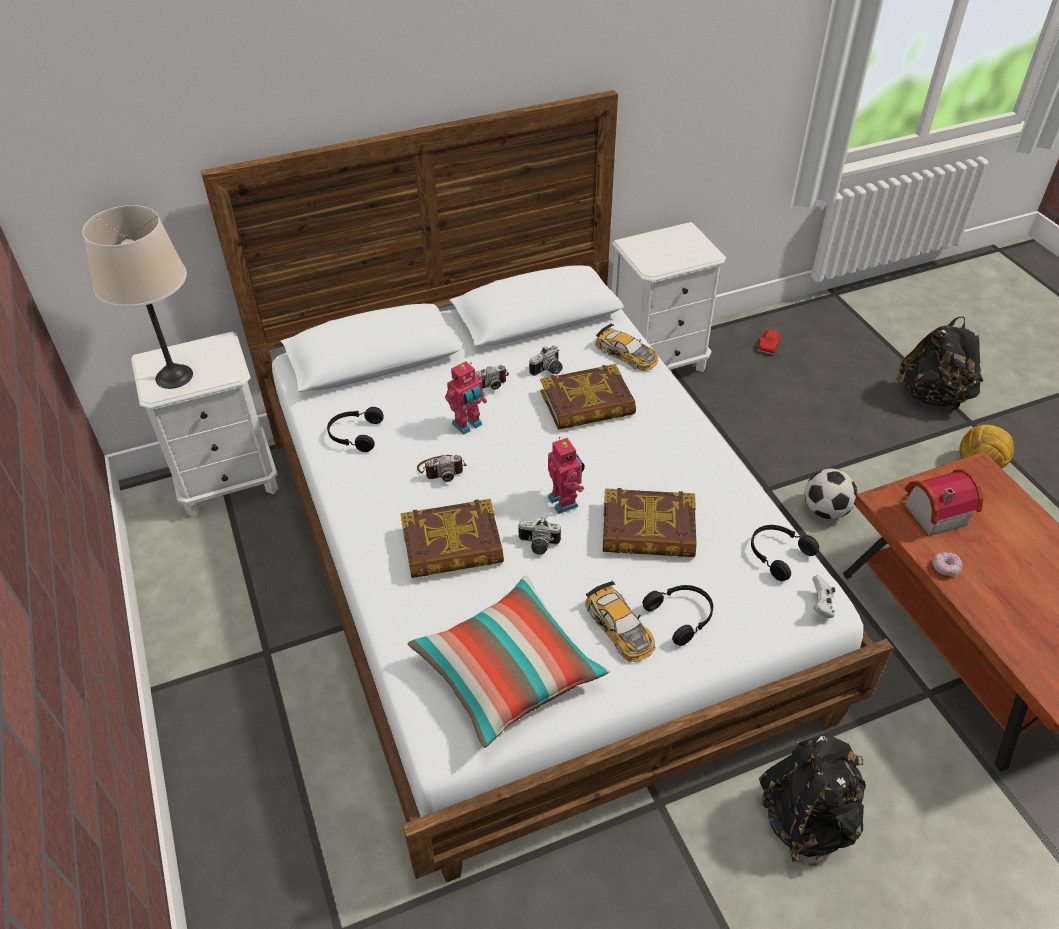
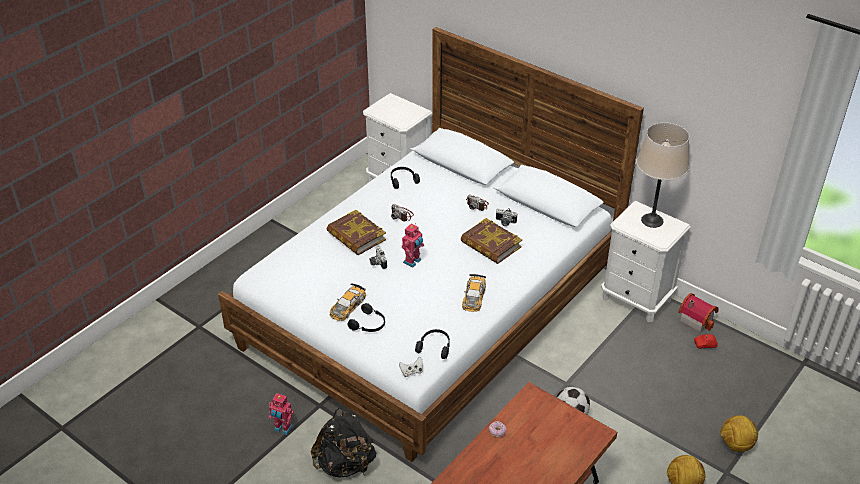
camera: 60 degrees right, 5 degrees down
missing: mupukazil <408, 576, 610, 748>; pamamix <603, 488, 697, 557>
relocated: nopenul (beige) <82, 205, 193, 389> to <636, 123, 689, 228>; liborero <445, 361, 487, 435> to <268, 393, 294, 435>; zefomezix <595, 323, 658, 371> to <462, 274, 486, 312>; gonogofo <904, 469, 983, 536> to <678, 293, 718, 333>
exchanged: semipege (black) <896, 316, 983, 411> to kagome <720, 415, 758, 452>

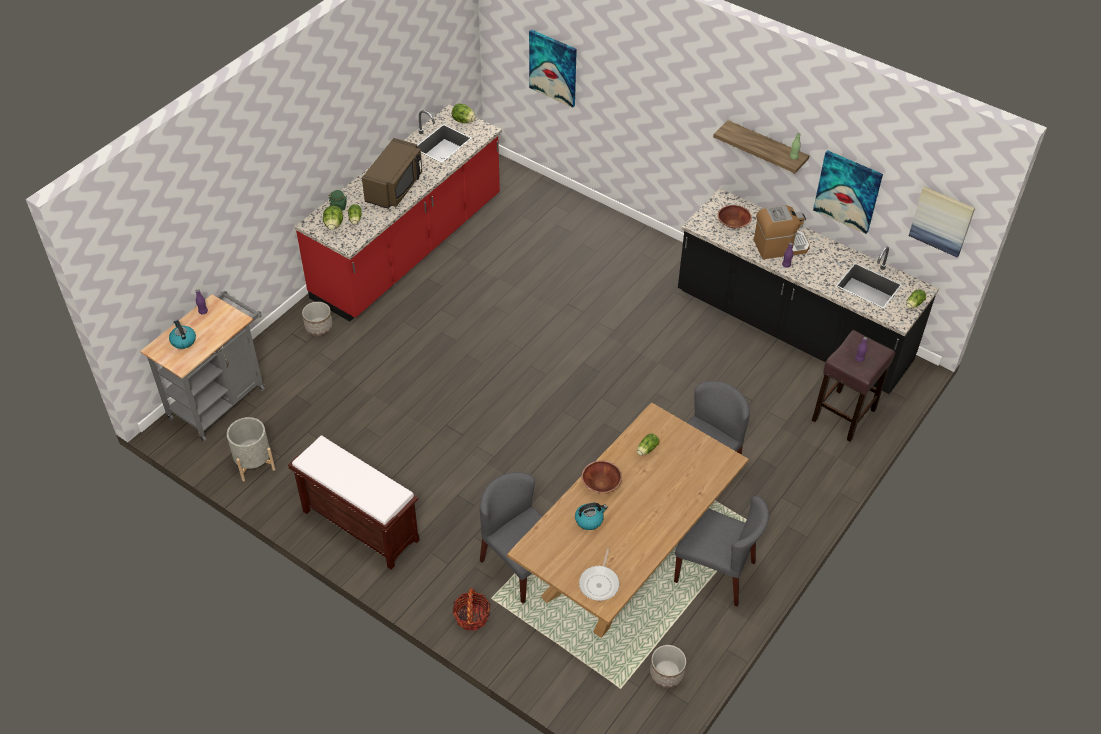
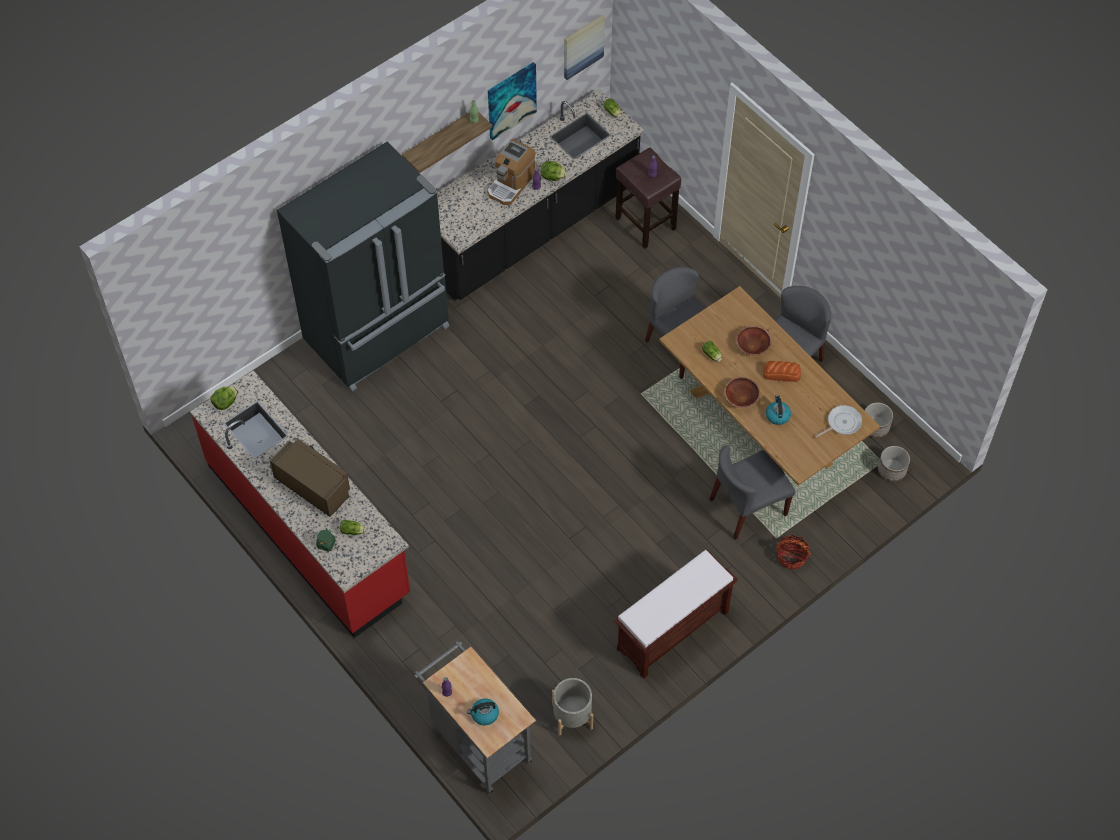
camera: 75 degrees left, 10 degrees up
missing: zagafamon <529, 29, 577, 108>
appeared: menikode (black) <277, 141, 449, 392>; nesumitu <763, 361, 801, 382>
relocated: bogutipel <302, 302, 333, 336> to <878, 446, 910, 482>; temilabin <323, 206, 343, 230> to <541, 161, 567, 181>; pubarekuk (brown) <717, 205, 752, 229> to <736, 326, 772, 355>
spun: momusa <579, 548, 620, 601> = <815, 405, 862, 437> 60 degrees counterclockwise; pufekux <754, 205, 810, 259> = <487, 139, 535, 205> 150 degrees counterclockwise

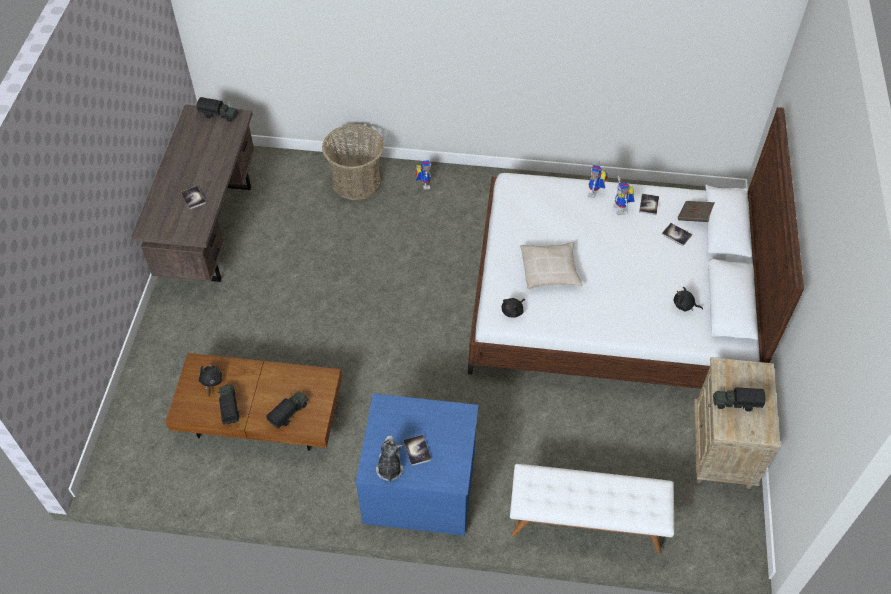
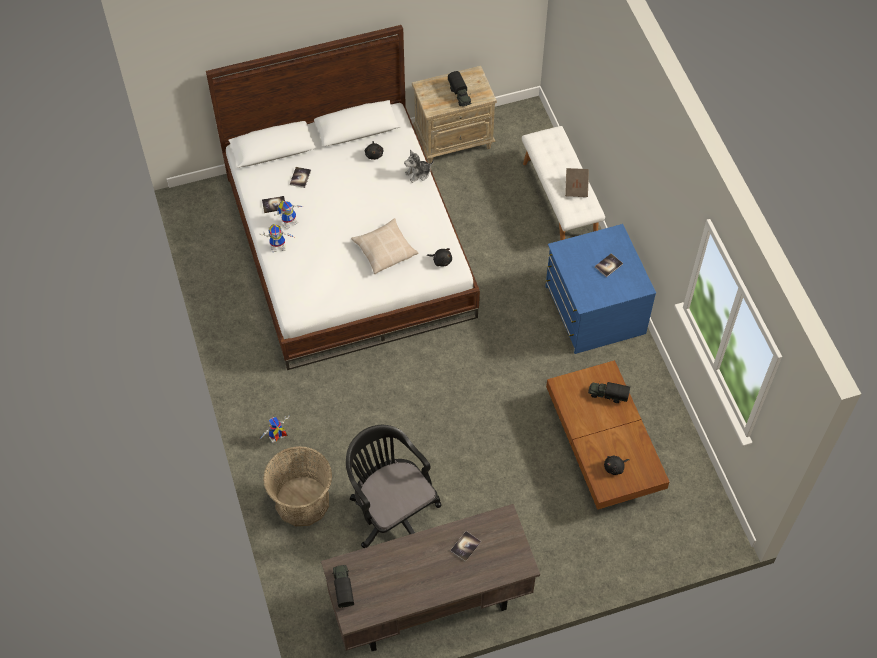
camera: 115 degrees left, 5 degrees up
missing: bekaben <218, 385, 239, 424>
appeared: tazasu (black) <346, 425, 441, 548>
relocated: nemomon <376, 435, 404, 483> to <404, 150, 434, 183>; pamamix (brown) <678, 201, 715, 222> to <565, 168, 589, 197>

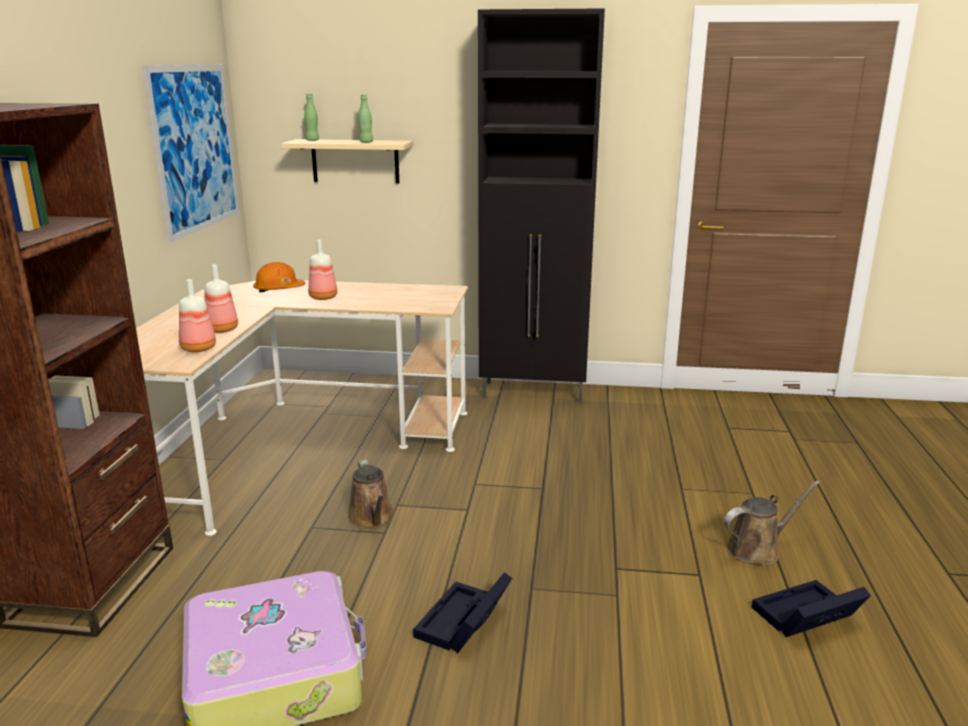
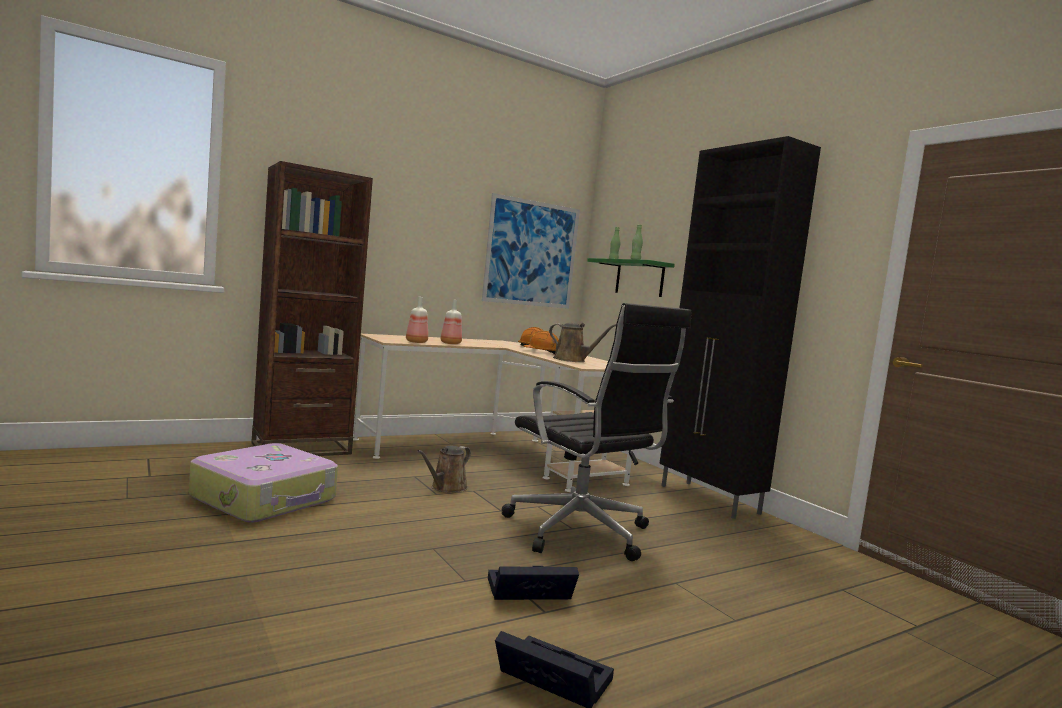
camera: 50 degrees right, 15 degrees down
appeared: tazasu (black) <502, 303, 692, 561>
relocated: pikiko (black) <413, 572, 512, 653> to <488, 566, 579, 600>; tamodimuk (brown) <724, 481, 820, 565> to <549, 323, 616, 362>
exchanged: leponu <308, 239, 338, 300> to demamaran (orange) <523, 331, 559, 354>
colour: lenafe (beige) <281, 139, 413, 183> to lenafe (green) <587, 258, 675, 297>

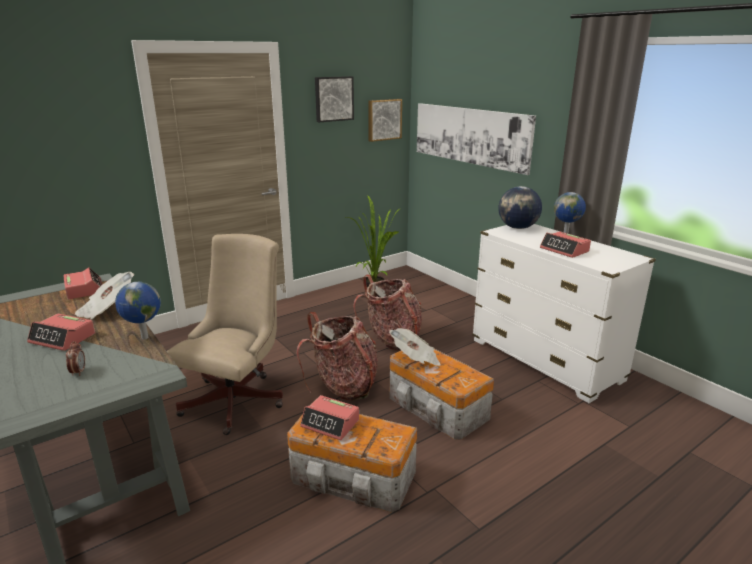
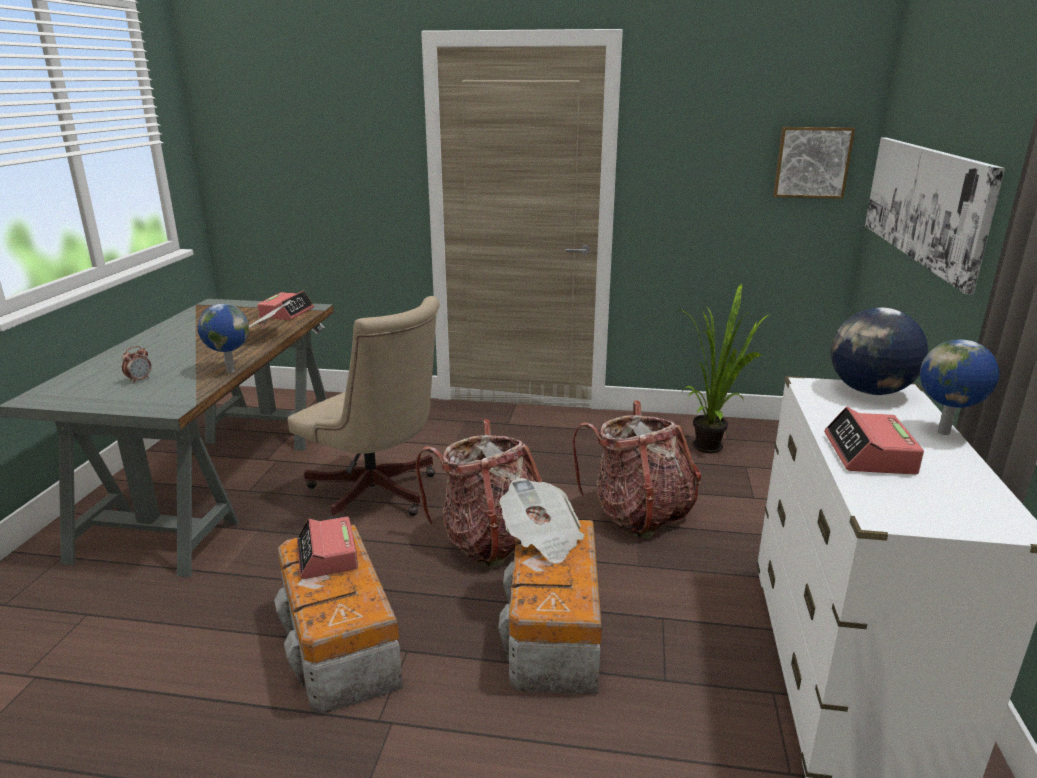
camera: 45 degrees right, 0 degrees up
missing: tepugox <27, 314, 95, 351>; zagafamon <315, 76, 354, 122>
spun: tazasu (beige) <167, 234, 283, 435> = <288, 296, 440, 520> 60 degrees clockwise

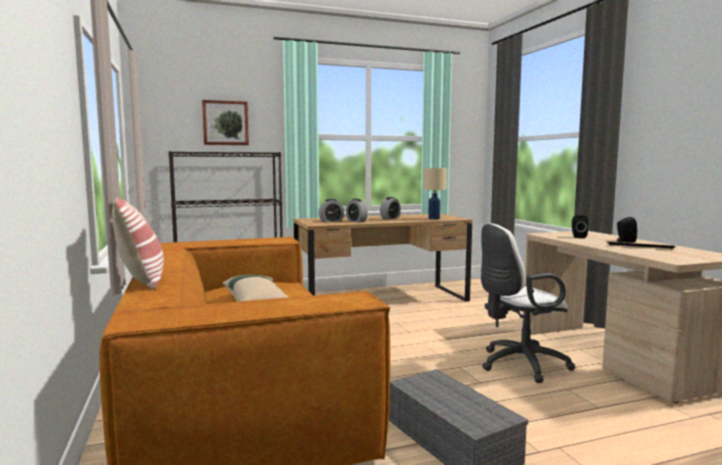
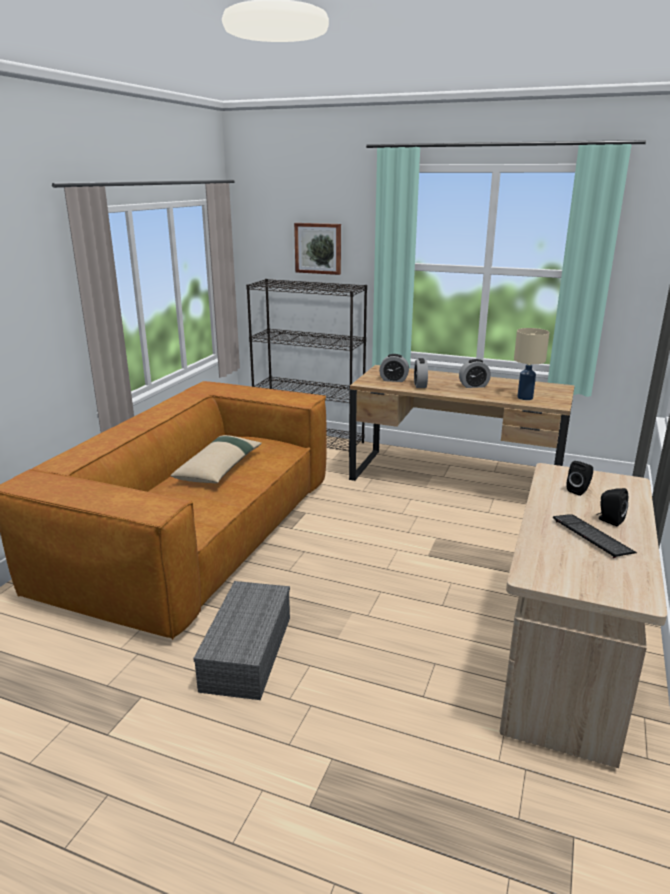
camera: 40 degrees right, 15 degrees up
missing: mupukazil <112, 197, 164, 290>; tazasu (white) <481, 223, 575, 383>

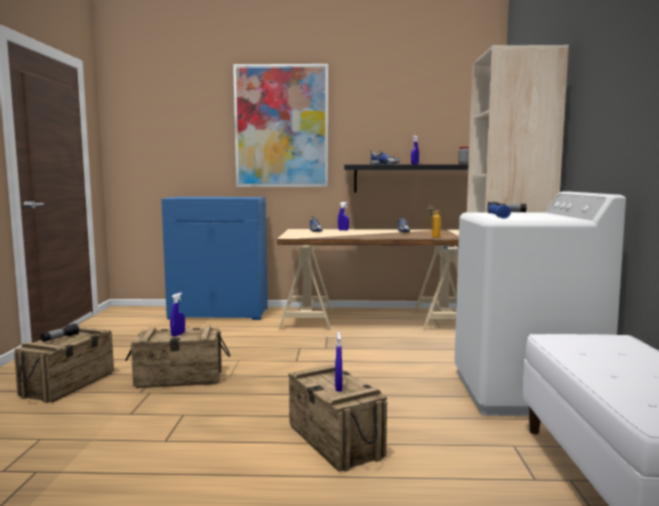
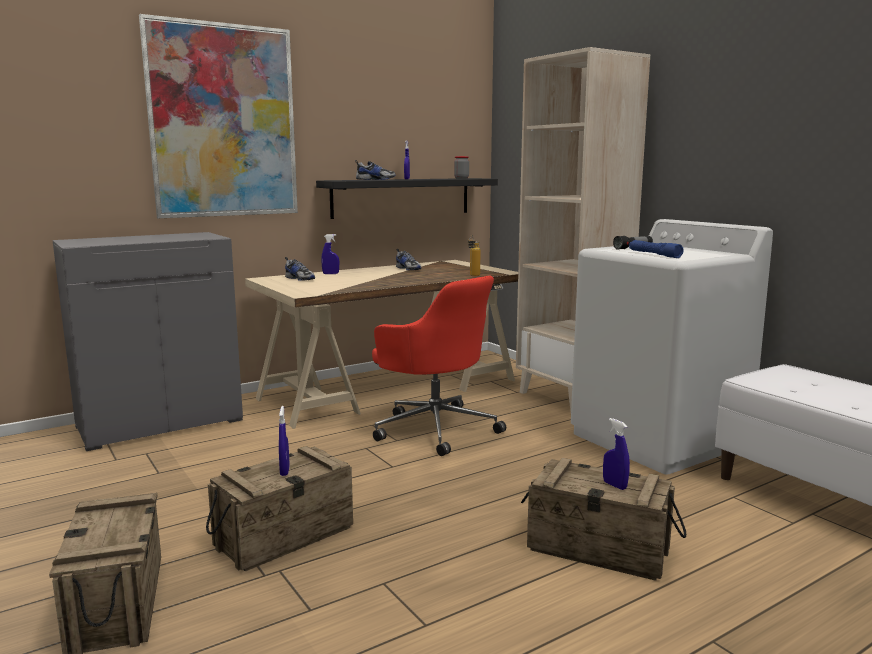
camera: 35 degrees left, 5 degrees up
missing: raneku <40, 323, 79, 342>
appeared: tazasu (red) <372, 275, 506, 456>
colour: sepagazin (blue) <161, 197, 268, 320> to sepagazin (grey) <52, 232, 243, 451>

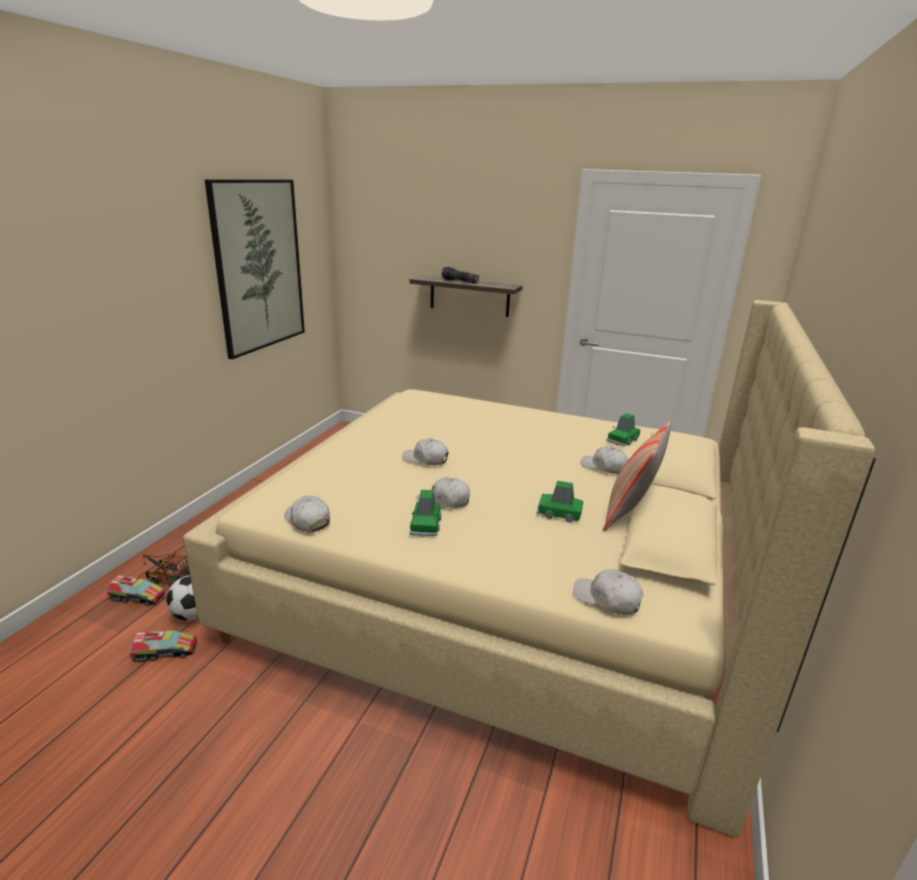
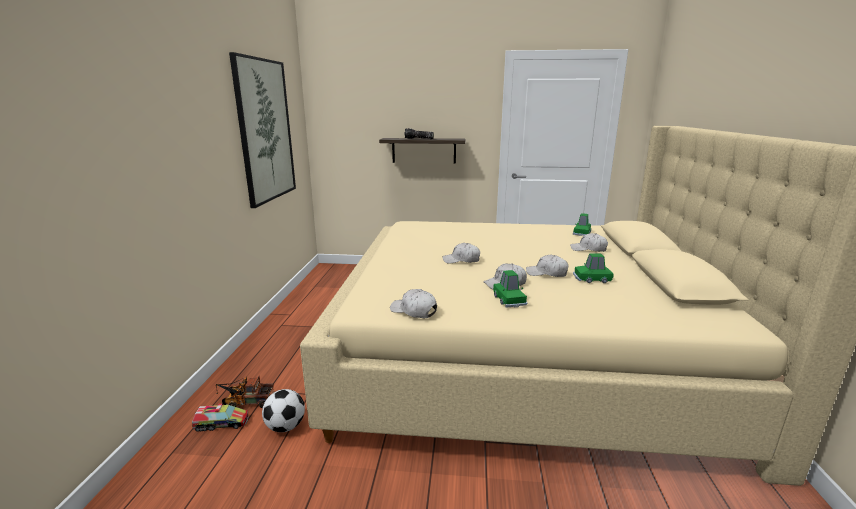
camera: 15 degrees left, 5 degrees down
missing: bekaben <130, 629, 198, 662>; mupukazil <603, 420, 672, 531>
relocated: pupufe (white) <573, 569, 644, 615> to <526, 255, 568, 277>

